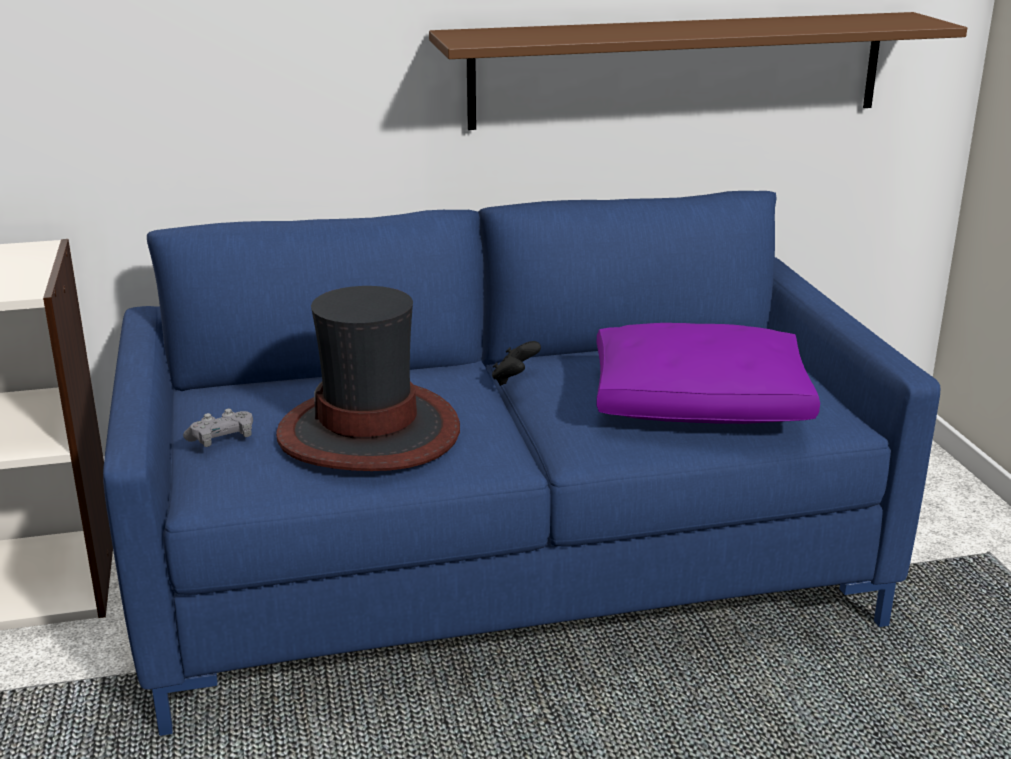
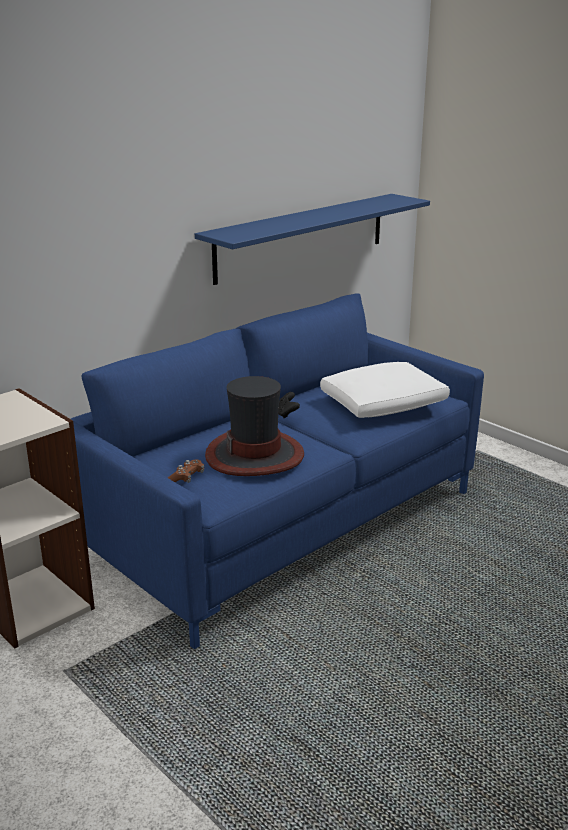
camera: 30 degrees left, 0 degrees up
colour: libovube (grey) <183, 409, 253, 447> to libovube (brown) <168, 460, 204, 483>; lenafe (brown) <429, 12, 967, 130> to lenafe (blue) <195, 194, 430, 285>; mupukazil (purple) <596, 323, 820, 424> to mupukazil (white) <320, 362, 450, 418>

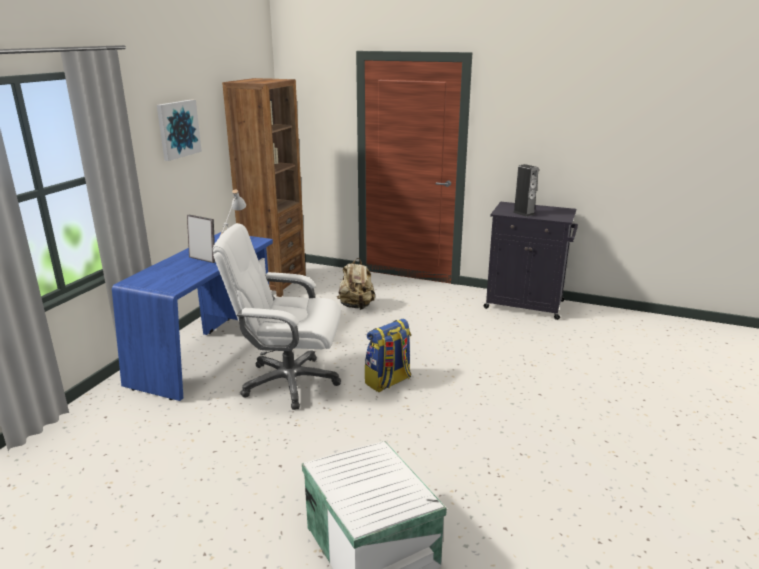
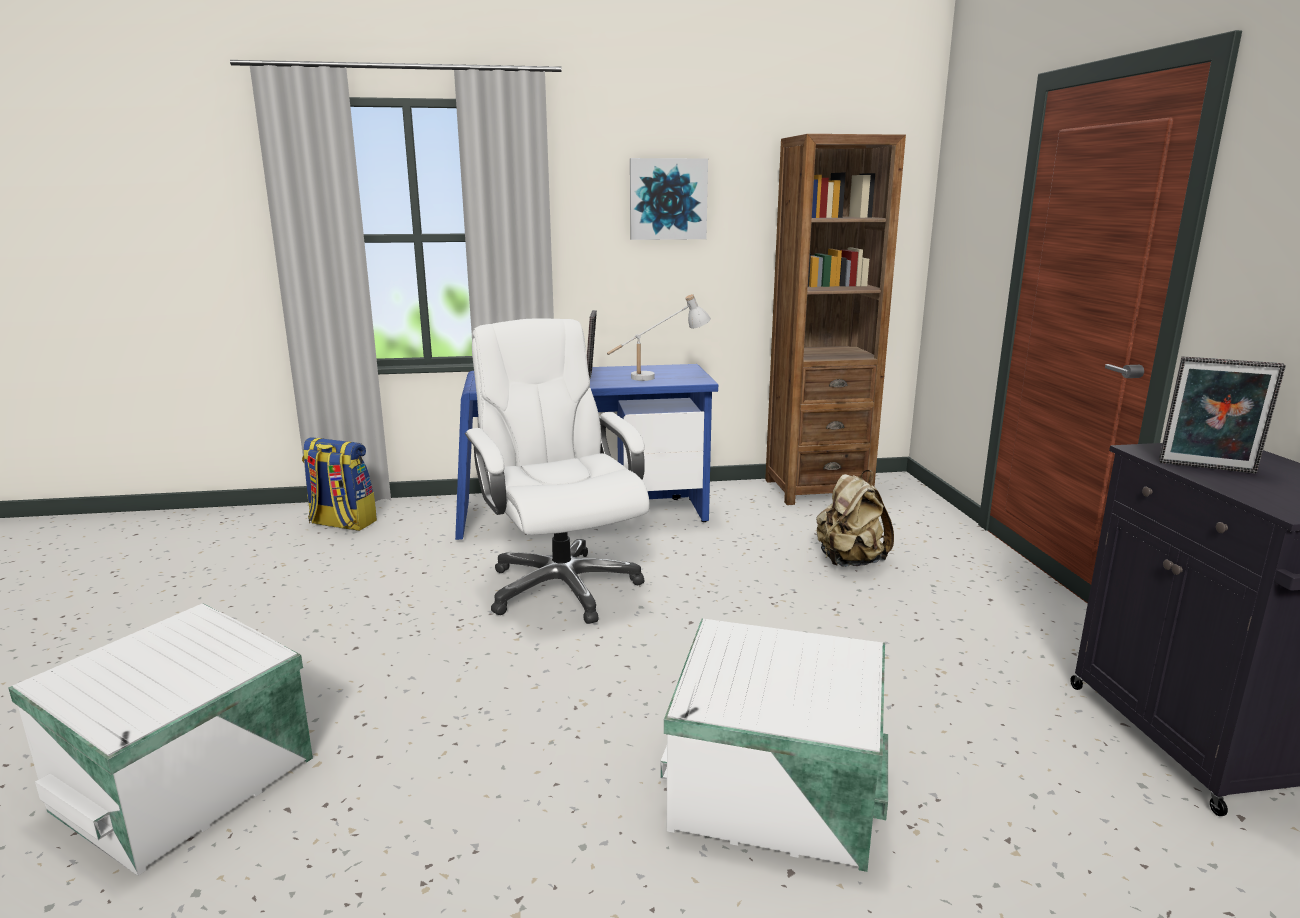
camera: 60 degrees right, 5 degrees down
appeared: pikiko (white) <660, 619, 888, 872>
relocated: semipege <365, 319, 411, 392> to <302, 437, 377, 531>
exchanged: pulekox <513, 164, 539, 217> to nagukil <1159, 357, 1286, 473>

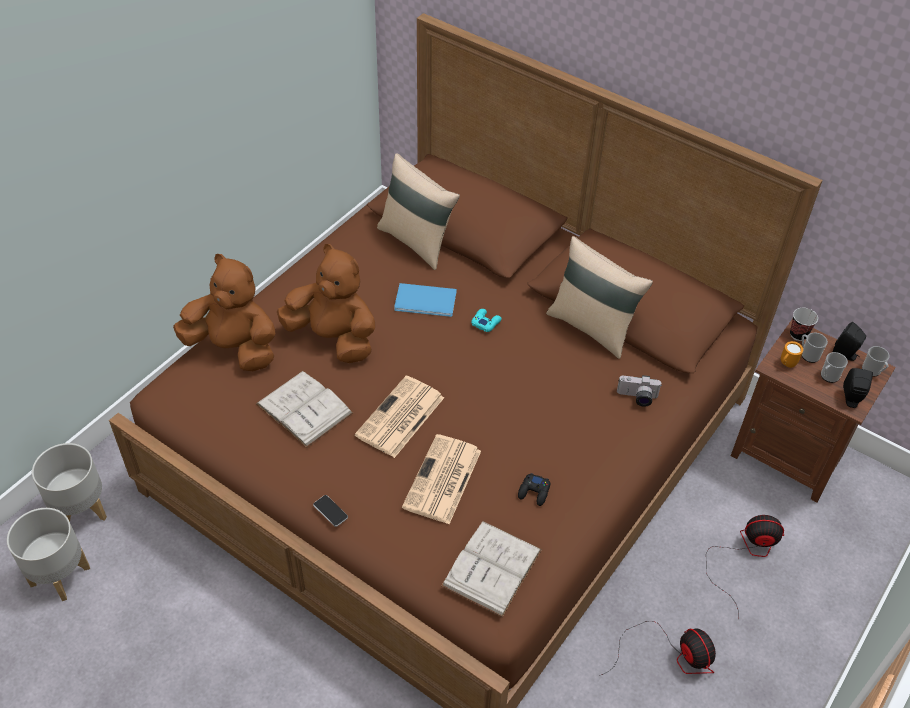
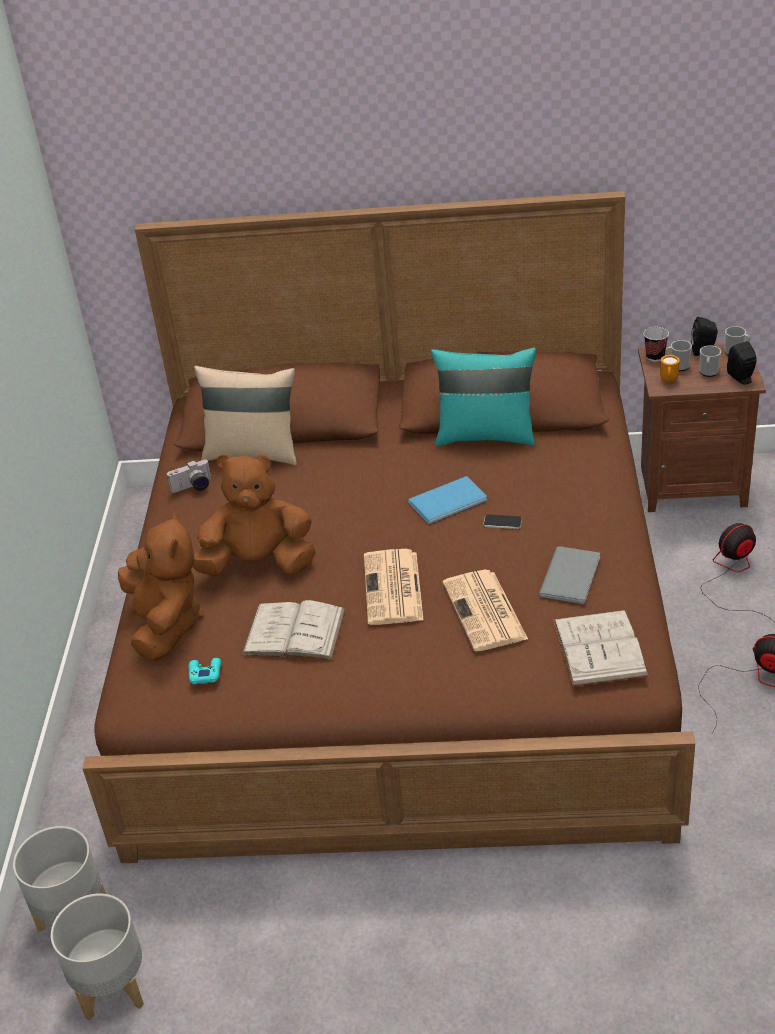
camera: 30 degrees left, 10 degrees down
relocated: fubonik <313, 495, 348, 527> to <483, 515, 522, 529>; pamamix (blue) <394, 283, 457, 317> to <408, 476, 487, 524>; libovube (turquoise) <471, 309, 502, 332> to <188, 658, 221, 684>; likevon <617, 375, 661, 407> to <167, 459, 211, 493>
exchanged: libovube (black) <518, 473, 550, 506> to pamamix (grey) <539, 546, 600, 604>
colour: mupukazil (beige) <546, 236, 653, 359> to mupukazil (turquoise) <431, 348, 536, 446>
spun: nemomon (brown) <173, 254, 275, 371> = <118, 512, 203, 660> 90 degrees clockwise

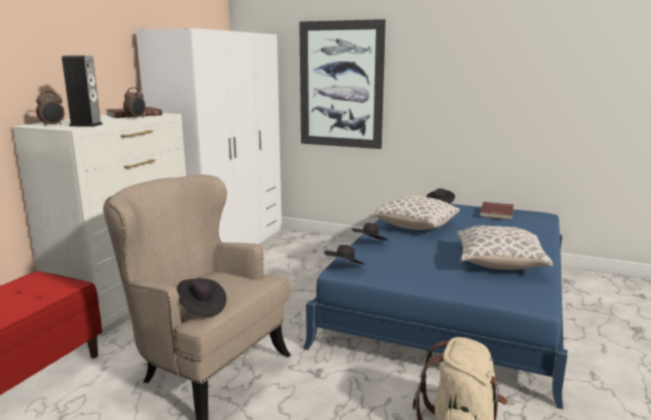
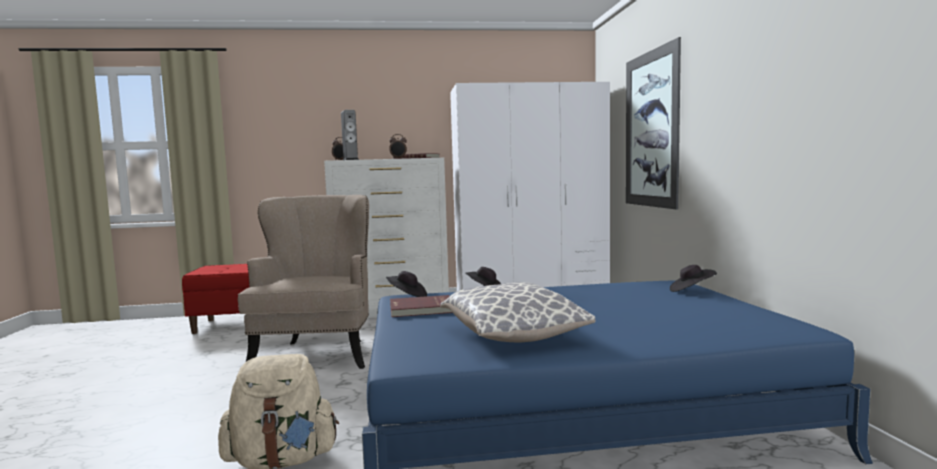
camera: 60 degrees right, 10 degrees down
missing: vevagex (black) <177, 278, 226, 317>; mupukazil <370, 195, 460, 230>
relocated: pamamix (red) <479, 202, 514, 220> to <390, 295, 453, 317>

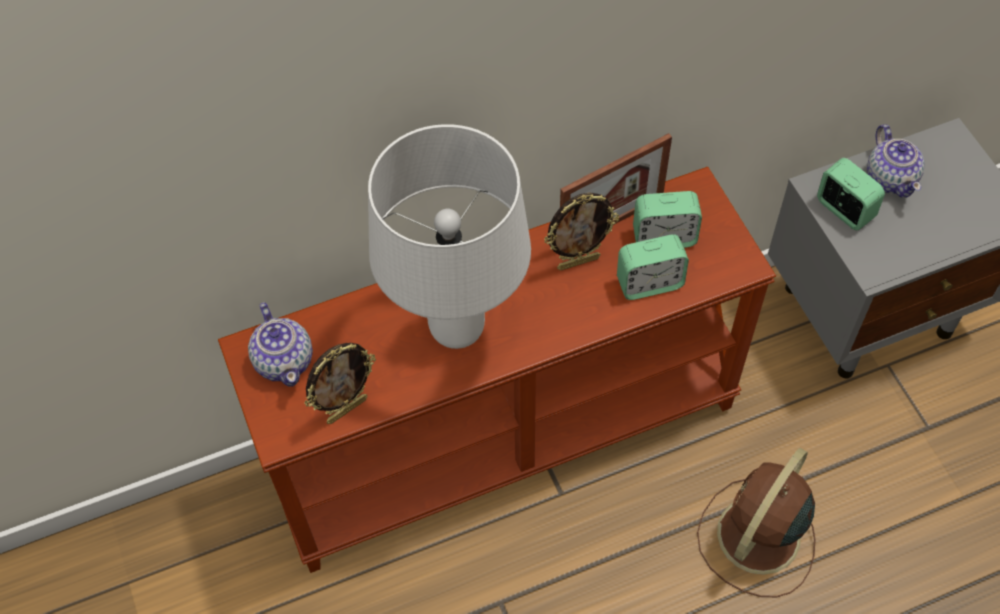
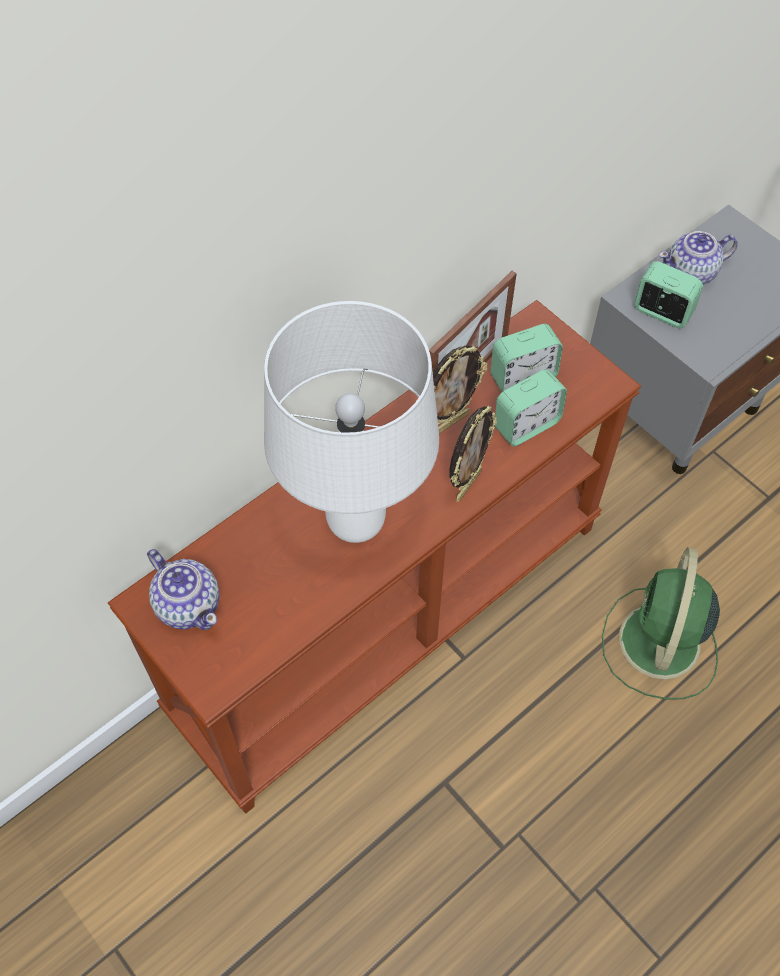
camera: 20 degrees left, 0 degrees up
relocated: nagukil <304, 343, 376, 424> to <449, 406, 497, 502>
colour: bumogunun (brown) <697, 448, 816, 597> to bumogunun (green) <602, 547, 720, 700>
spun: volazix <867, 124, 925, 198> = <659, 231, 738, 285> 105 degrees clockwise

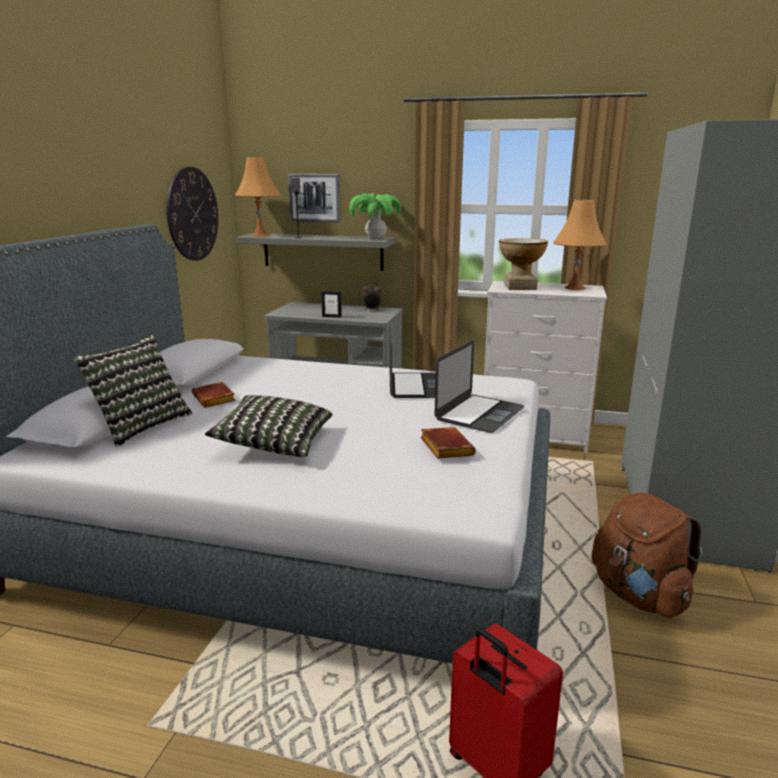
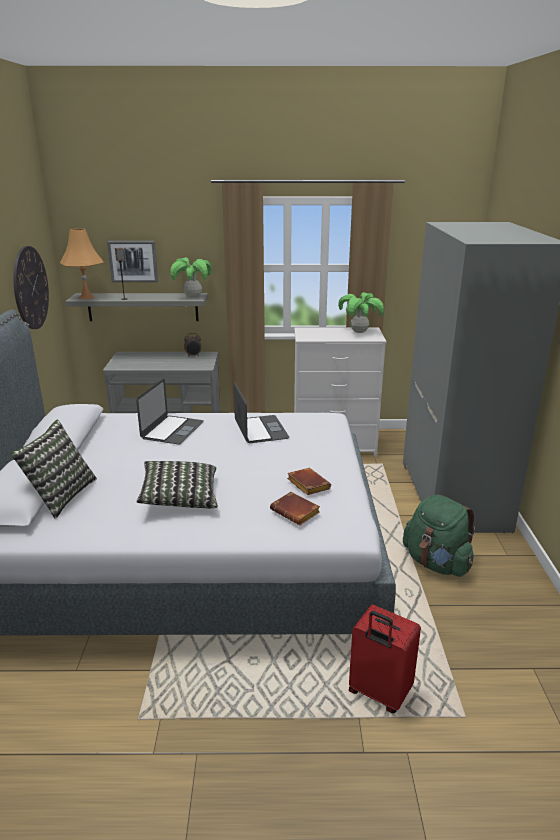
camera: 15 degrees left, 5 degrees up
missing: nagukil <321, 291, 342, 318>; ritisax <499, 238, 548, 290>
relocated: pamamix (brown) <192, 382, 236, 408> to <270, 492, 320, 525>; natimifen <435, 341, 524, 433> to <136, 379, 204, 445>
exchanged: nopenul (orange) <553, 200, 606, 290> to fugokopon <338, 292, 384, 333>
colour: semipege (brown) <591, 493, 702, 618> to semipege (green) <403, 495, 475, 577>

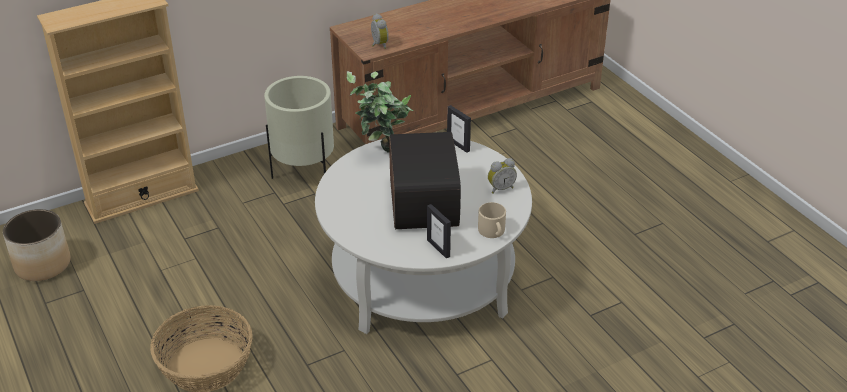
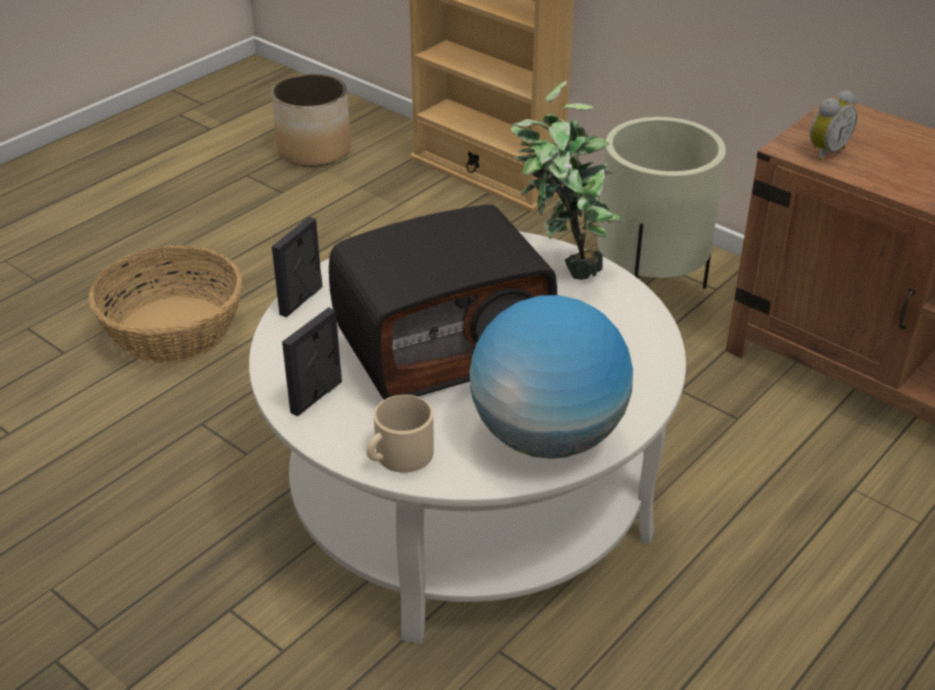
camera: 70 degrees right, 0 degrees up
relocated: nagukil <447, 105, 471, 153> to <272, 217, 322, 317>
exchanged: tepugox <488, 158, 517, 194> to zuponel <469, 295, 633, 459>

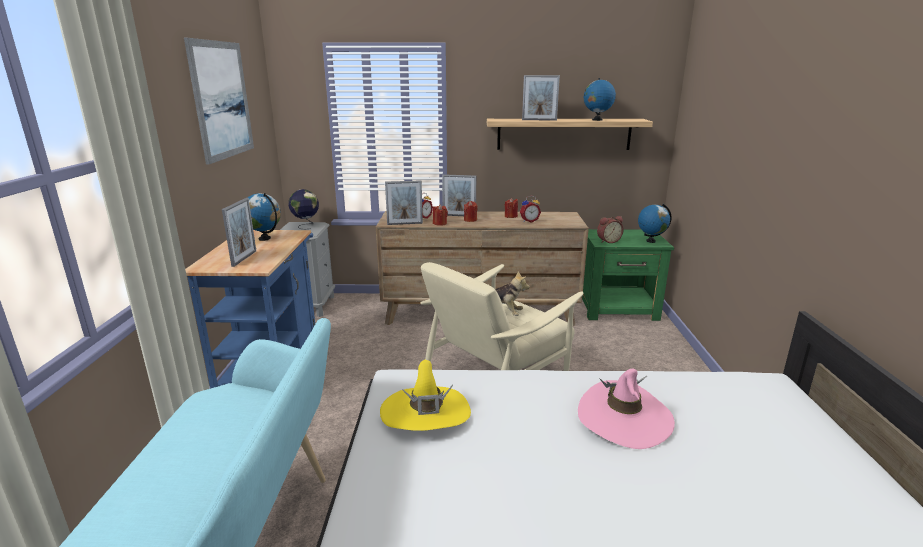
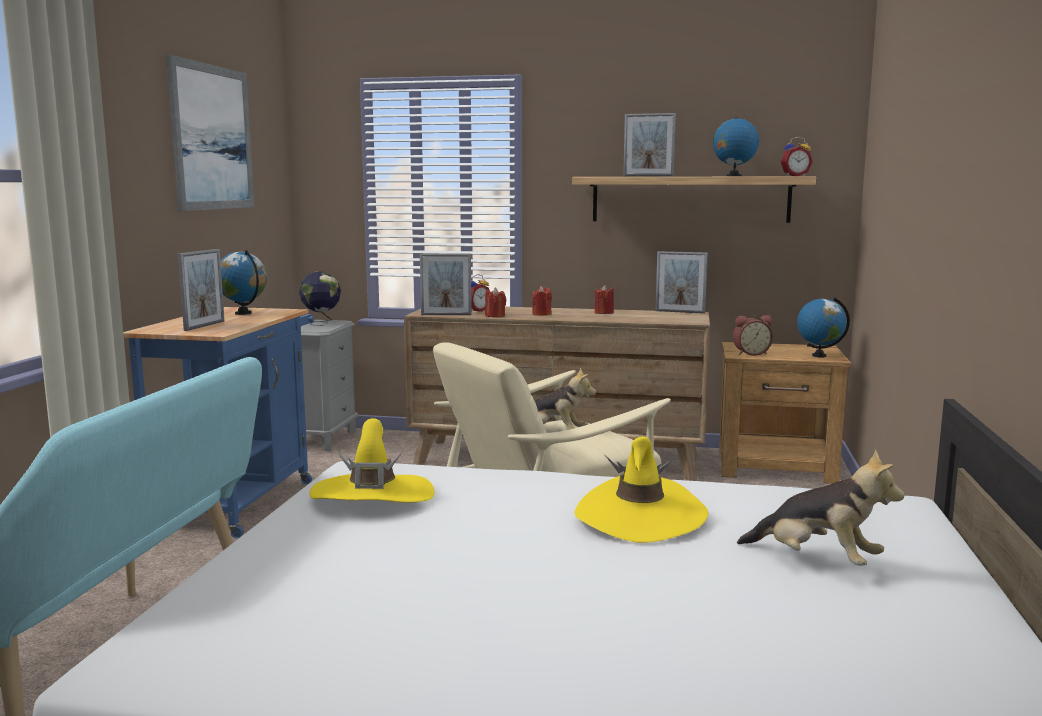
camera: 10 degrees right, 10 degrees down
appeared: nemomon <737, 450, 904, 566>
relocated: nagukil <442, 174, 476, 216> to <655, 251, 708, 314>; tepugox <520, 196, 541, 223> to <781, 137, 813, 176>
colour: vevagex (pink) <578, 369, 675, 449> to vevagex (yellow) <575, 436, 708, 543>; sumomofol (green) <582, 229, 674, 321> to sumomofol (brown) <719, 342, 852, 484>

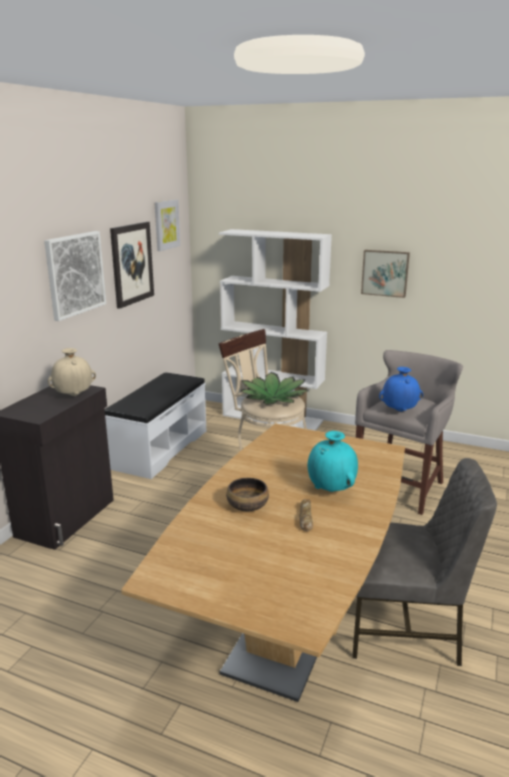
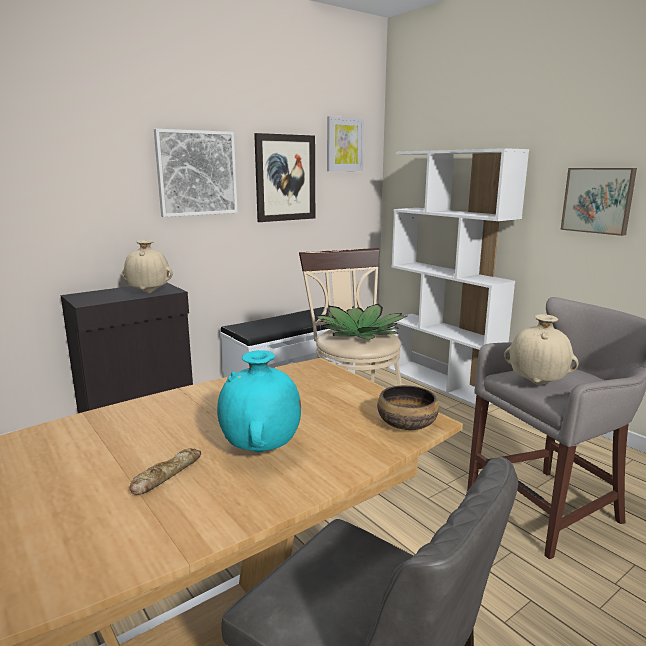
camera: 30 degrees right, 5 degrees down
relocated: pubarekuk <226, 478, 269, 511> to <377, 385, 439, 430>
colour: ritisax (blue) <379, 367, 423, 412> to ritisax (beige) <504, 314, 579, 385>

